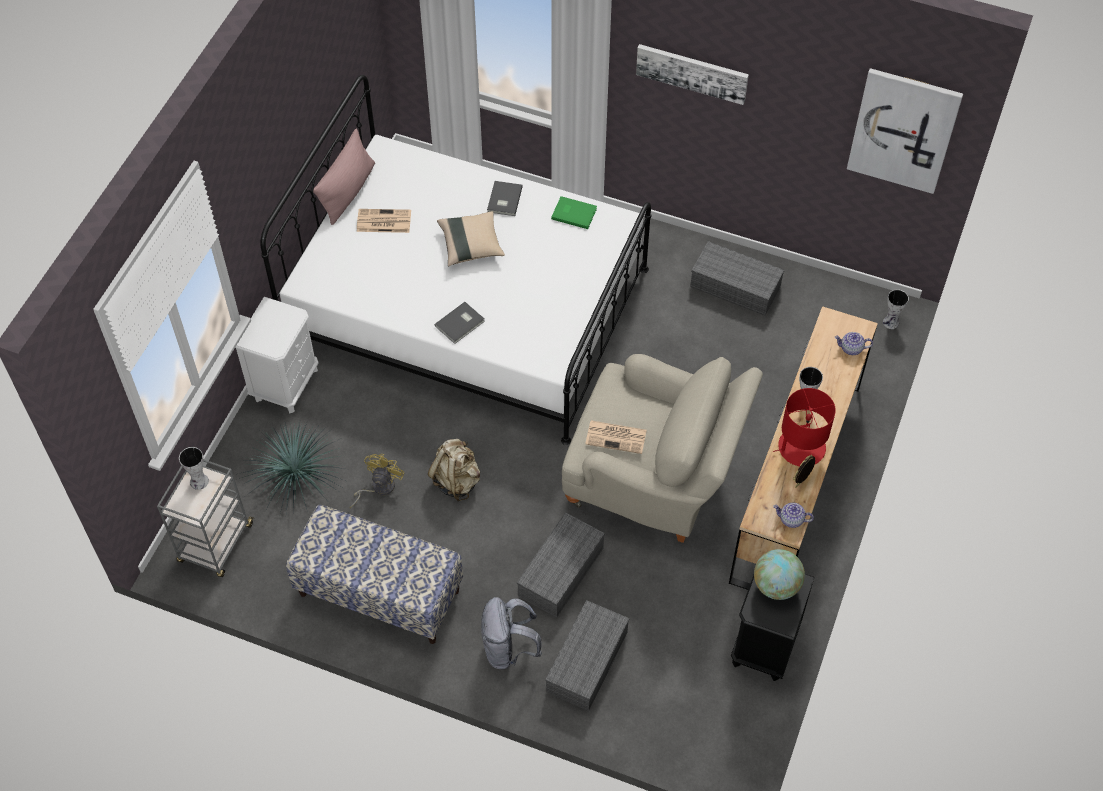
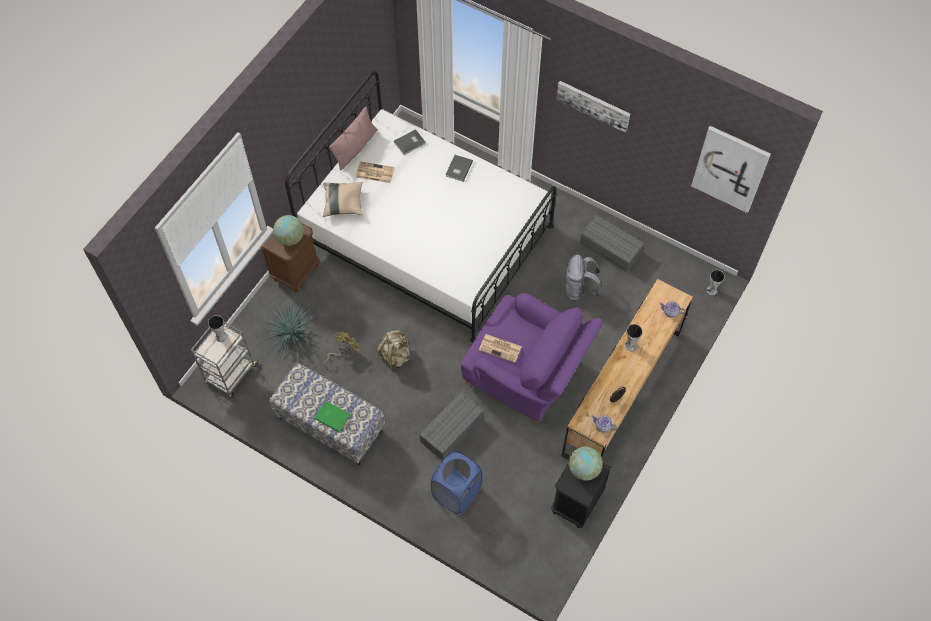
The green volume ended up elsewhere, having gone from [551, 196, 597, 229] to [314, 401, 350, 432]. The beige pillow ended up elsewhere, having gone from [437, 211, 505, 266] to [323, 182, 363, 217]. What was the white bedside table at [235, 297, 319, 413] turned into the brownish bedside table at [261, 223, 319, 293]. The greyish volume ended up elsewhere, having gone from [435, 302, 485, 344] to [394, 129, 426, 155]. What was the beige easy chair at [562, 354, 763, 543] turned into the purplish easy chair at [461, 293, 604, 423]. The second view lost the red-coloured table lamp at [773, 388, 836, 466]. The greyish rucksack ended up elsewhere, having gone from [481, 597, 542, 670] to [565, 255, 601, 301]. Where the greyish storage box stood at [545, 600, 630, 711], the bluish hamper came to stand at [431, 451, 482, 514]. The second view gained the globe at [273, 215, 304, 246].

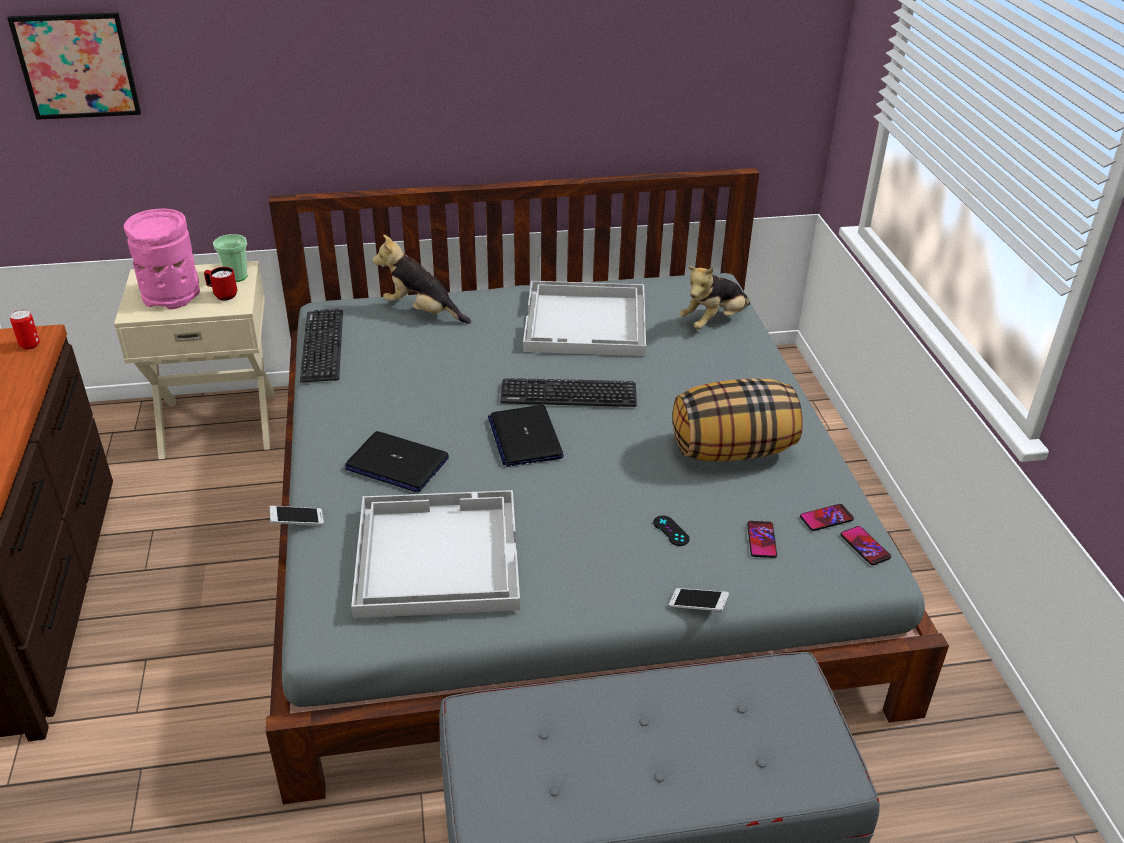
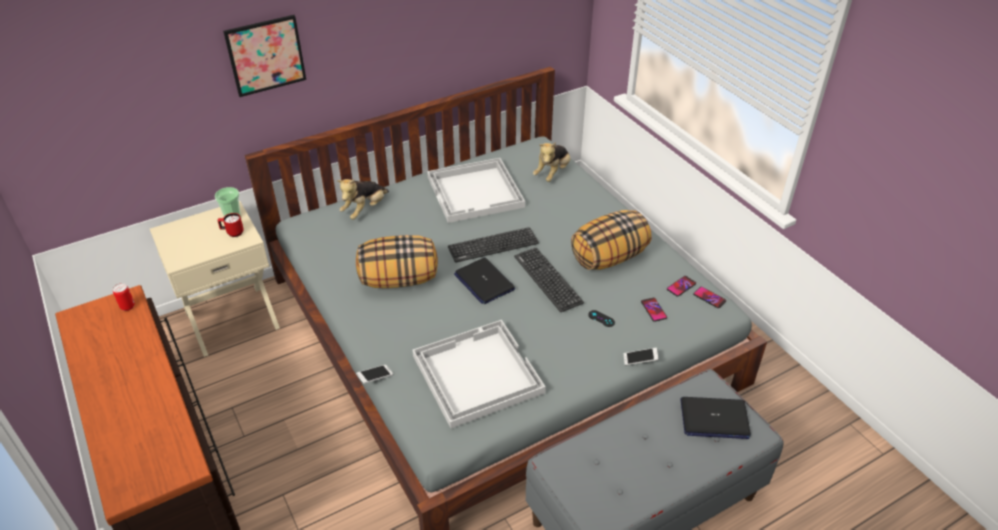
The picture ended up elsewhere, having gone from [7, 13, 141, 120] to [223, 15, 306, 97]. The second view lost the pink-coloured decorative vase at [124, 209, 200, 310]. The soft toy at [372, 234, 471, 324] ended up facing another way, 60 degrees counterclockwise from before. The PC keyboard ended up elsewhere, having gone from [300, 309, 343, 382] to [514, 248, 584, 312]. The laptop ended up elsewhere, having gone from [345, 431, 449, 492] to [681, 397, 751, 439]. The second view gained the pillow at [356, 235, 438, 288].

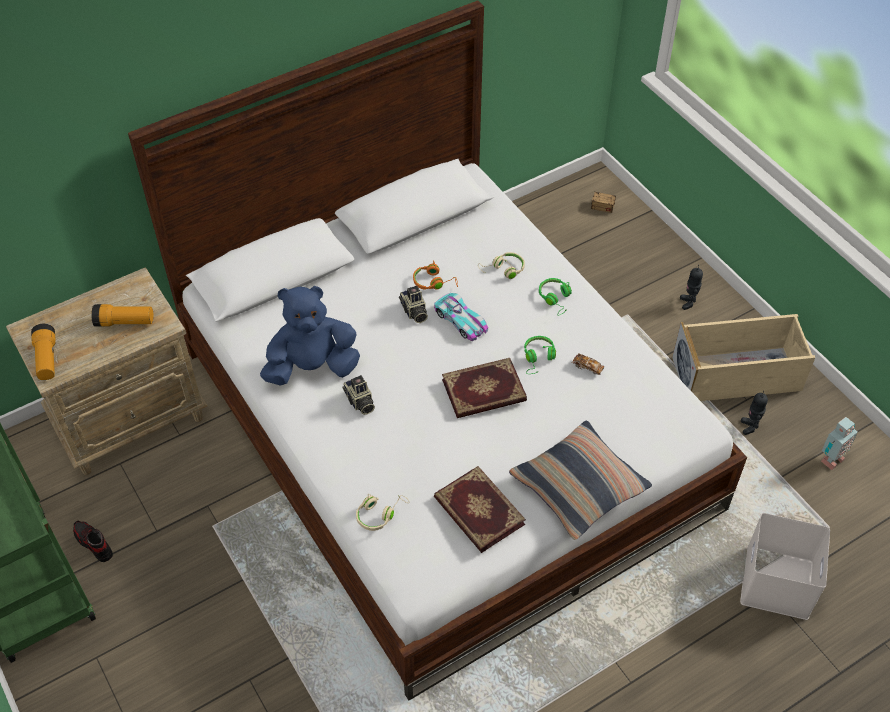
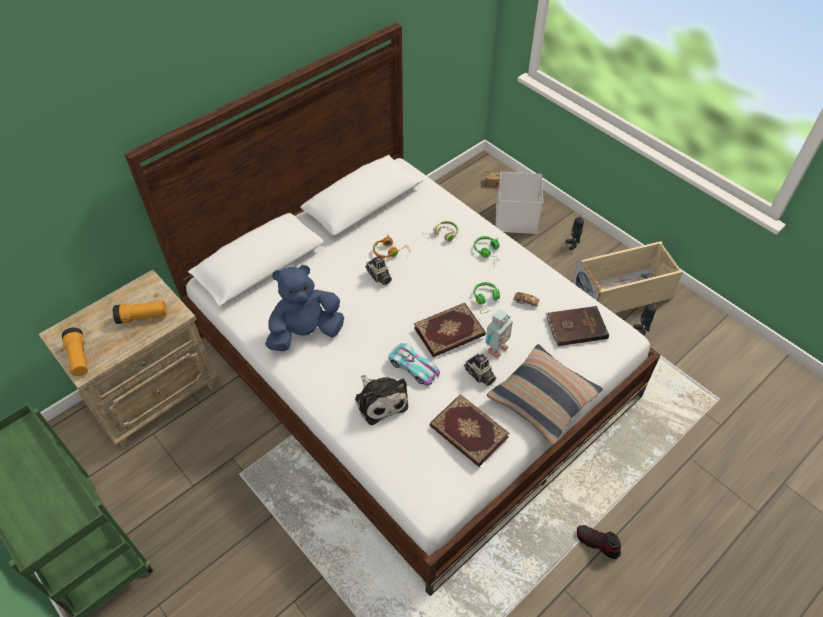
The miniature car ended up elsewhere, having gone from [434, 293, 488, 341] to [388, 343, 440, 386]. The still camera ended up elsewhere, having gone from [342, 375, 375, 415] to [464, 353, 496, 386]. The toy robot ended up elsewhere, having gone from [821, 417, 858, 470] to [485, 309, 513, 359]. The second view lost the beige headphones at [356, 494, 409, 531]. The white storage box ended up elsewhere, having gone from [740, 513, 830, 620] to [496, 172, 543, 234]. The item of footwear ended up elsewhere, having gone from [73, 520, 113, 562] to [577, 525, 621, 559]. The second view gained the brownish volume at [546, 306, 609, 346]. The second view gained the soft toy at [355, 375, 408, 425].

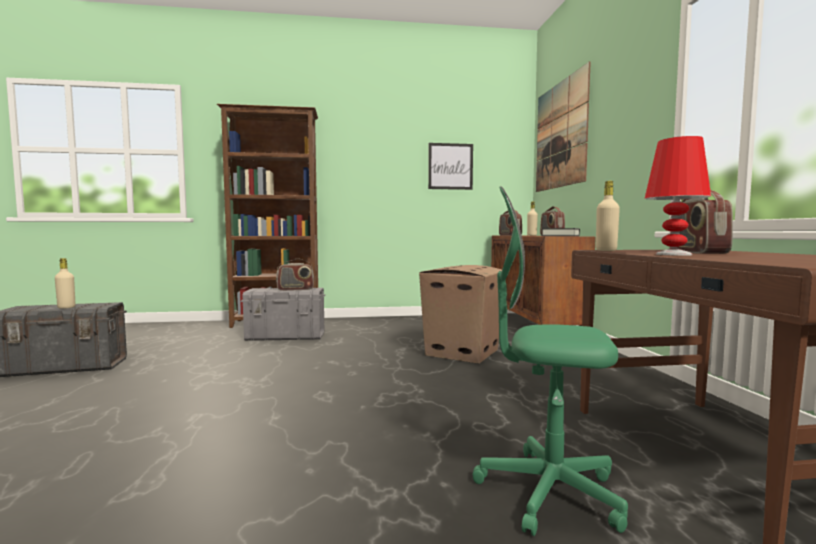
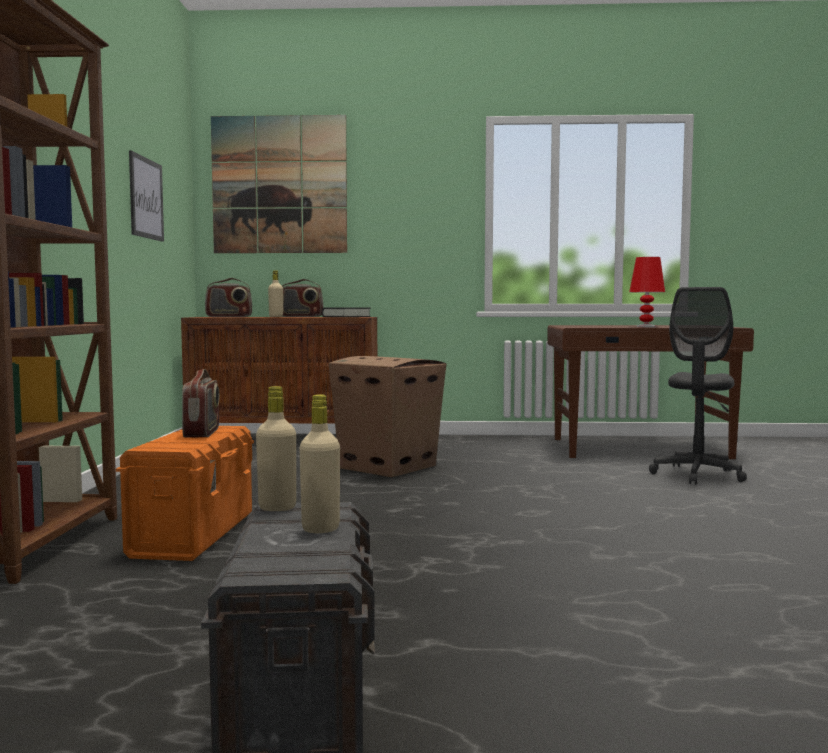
The beige beverage bottle ended up elsewhere, having gone from [596, 181, 620, 251] to [256, 386, 296, 511]. What was the green office chair at [472, 187, 628, 536] turned into the greyish office chair at [649, 287, 747, 485]. The second view lost the radio at [670, 190, 733, 254]. What was the greyish storage box at [241, 288, 325, 341] turned into the orange-coloured storage box at [116, 426, 254, 561].

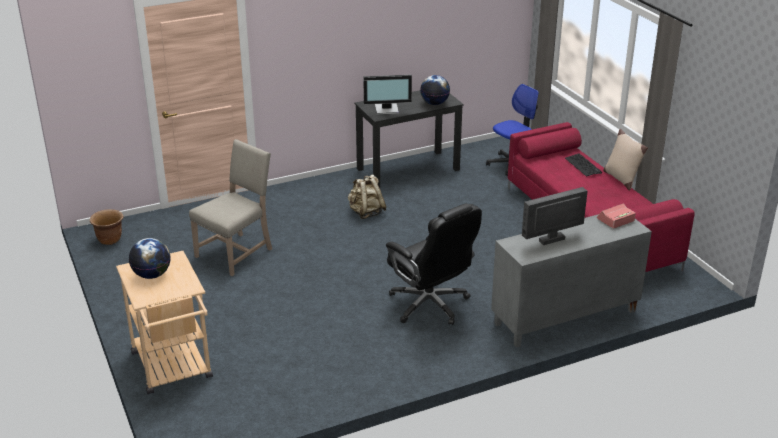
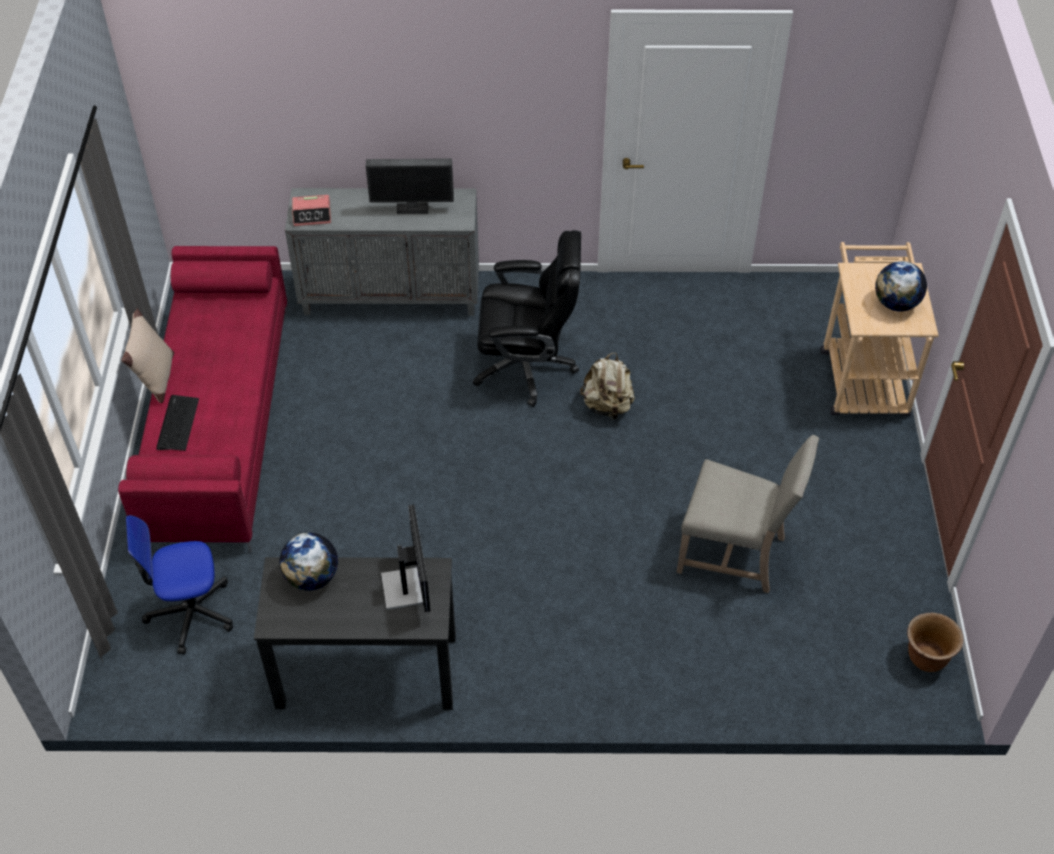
The computer display at [363, 75, 412, 115] ended up facing another way, 60 degrees clockwise from before. The beige upright chair at [189, 139, 272, 276] ended up facing another way, 135 degrees counterclockwise from before. The beige rucksack ended up elsewhere, having gone from [348, 174, 386, 219] to [580, 353, 635, 419]. The black office chair at [386, 204, 482, 325] ended up facing another way, 105 degrees clockwise from before.

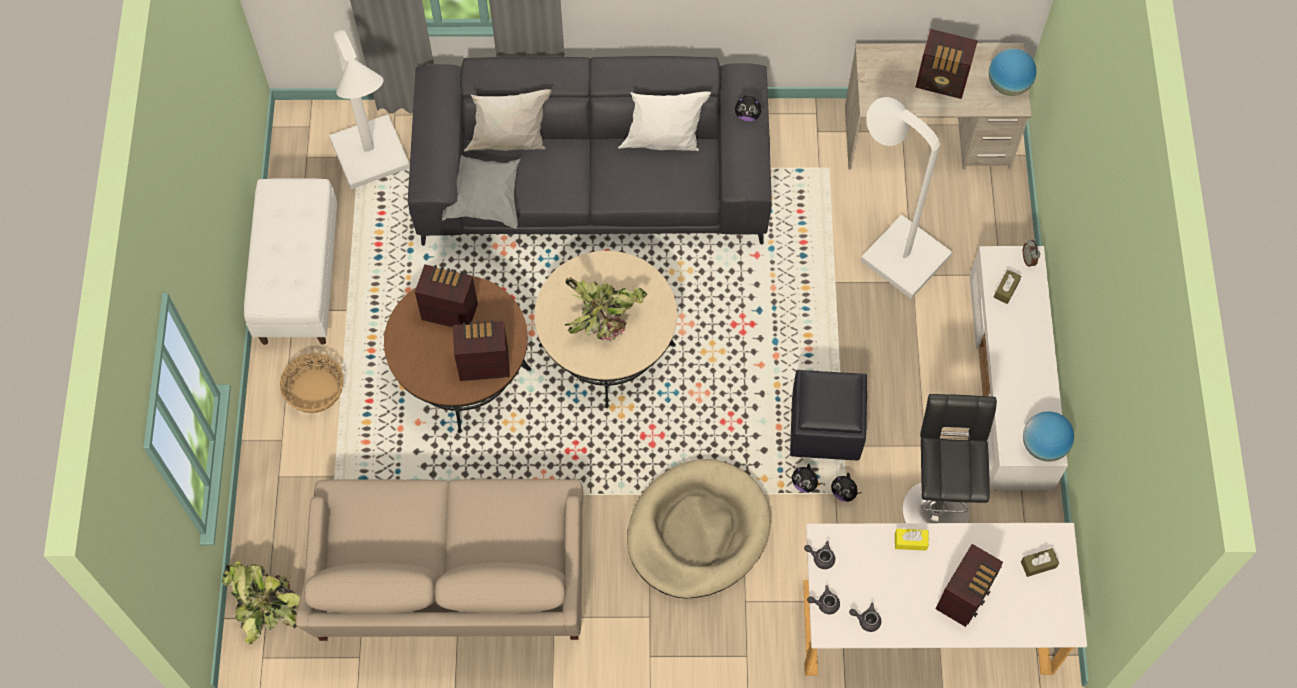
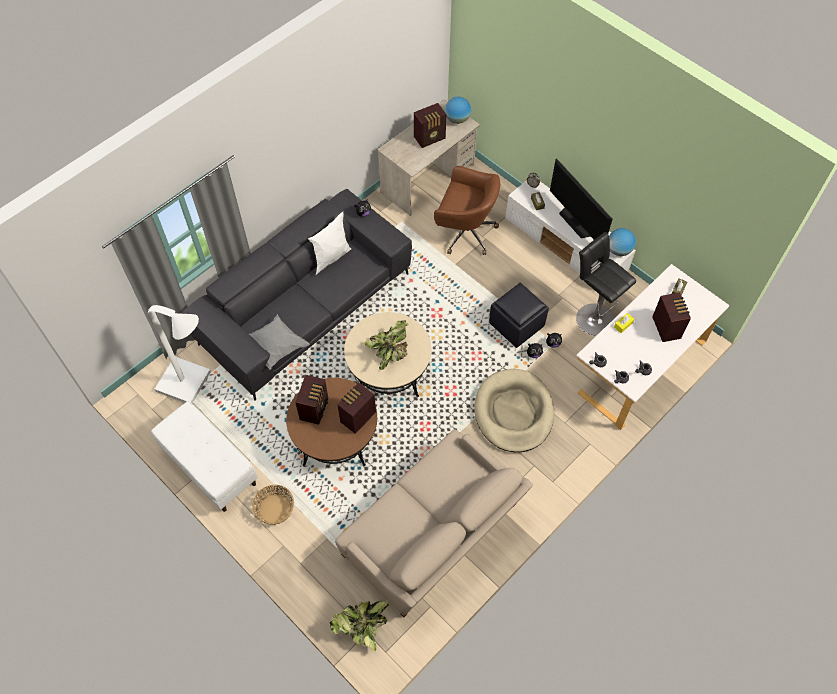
The second view lost the white pillow at [464, 89, 551, 151]. Where the white floor lamp stood at [861, 97, 952, 299], the brownish office chair came to stand at [434, 166, 501, 255]. The radio at [415, 264, 478, 327] ended up facing another way, 135 degrees clockwise from before. The second view gained the TV at [550, 158, 612, 240].

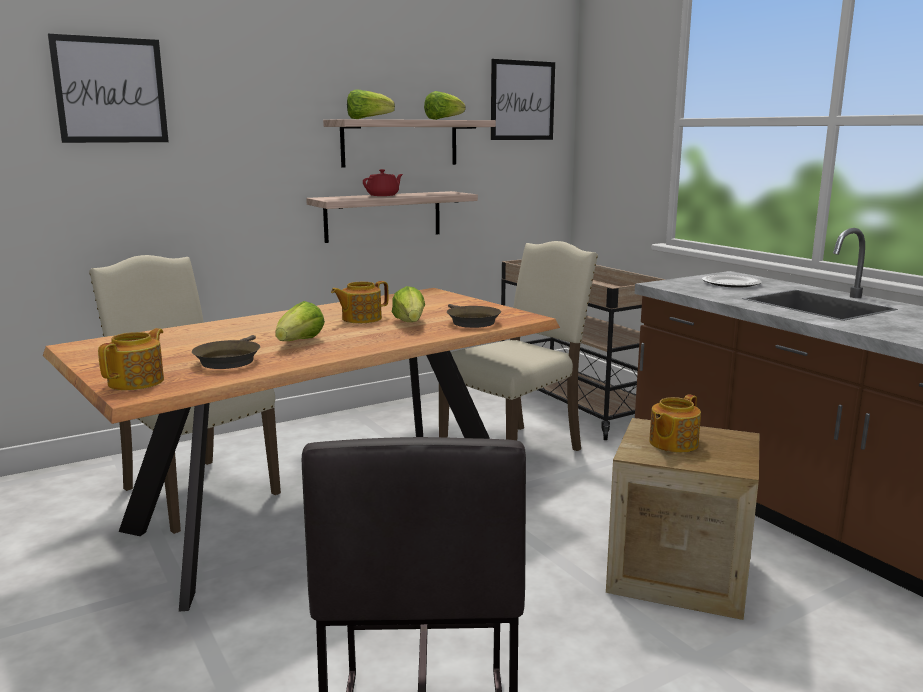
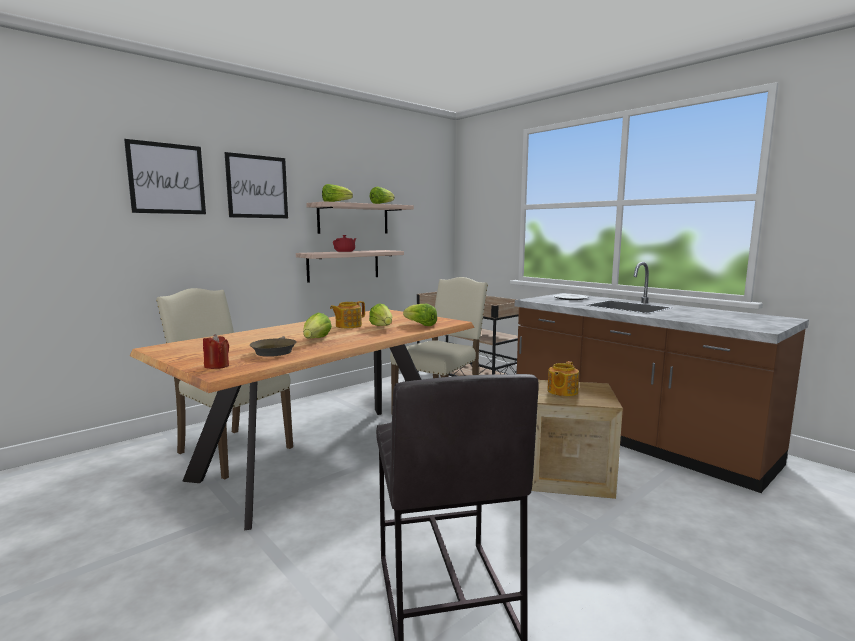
The picture ended up elsewhere, having gone from [491, 59, 555, 140] to [224, 152, 288, 218]. Where the brownish pan stood at [447, 304, 501, 328], the lettuce head came to stand at [403, 304, 437, 326]. Where the teapot stood at [98, 328, 164, 390], the red-coloured candle came to stand at [203, 334, 229, 369].

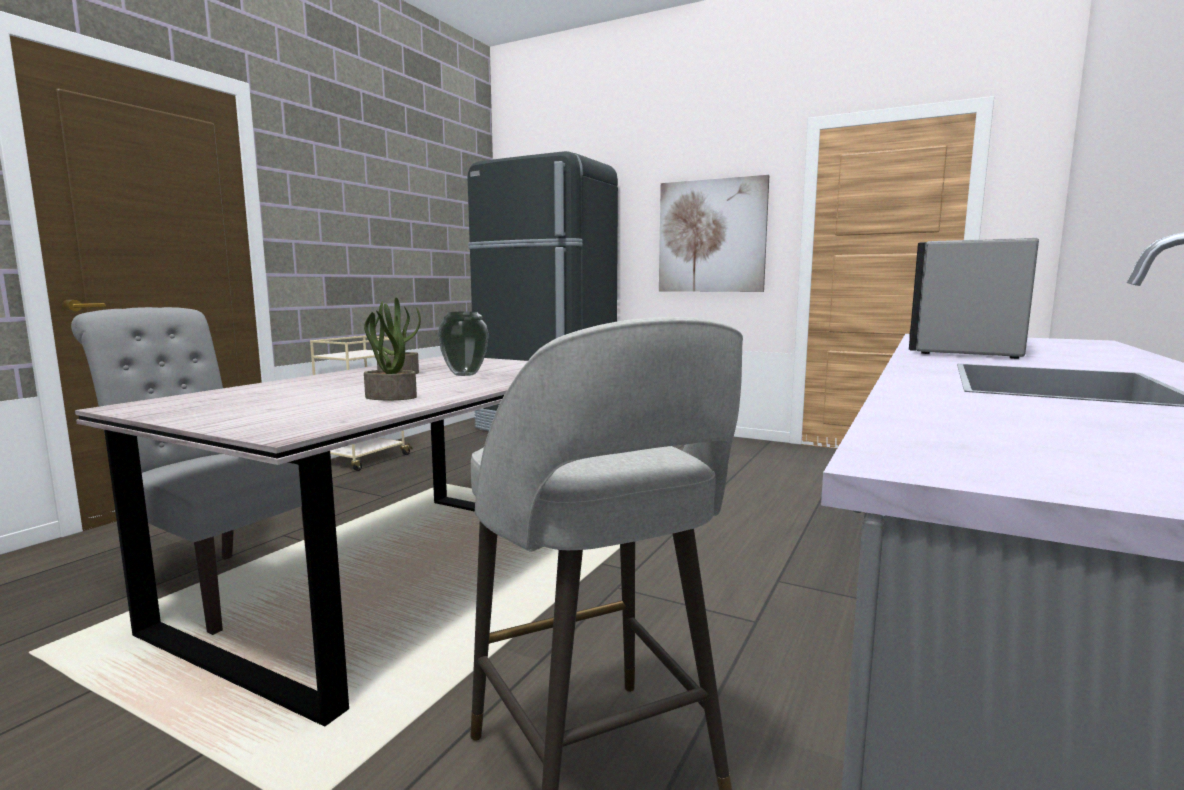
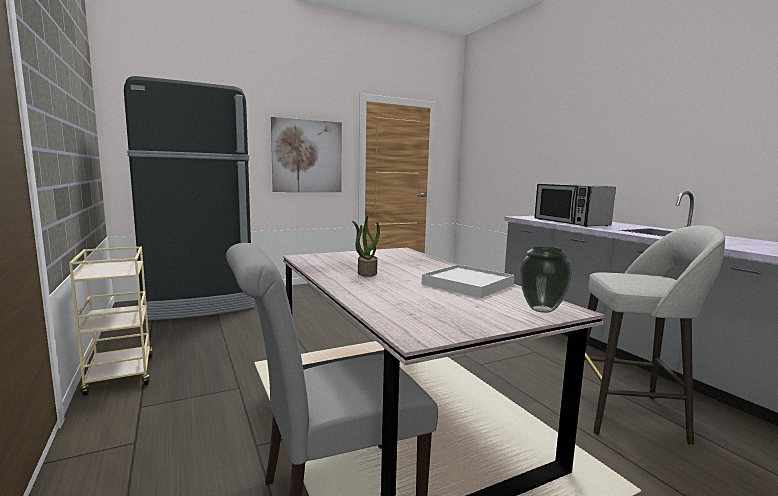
Where the plant in a pot stood at [364, 301, 417, 400], the white serving tray came to stand at [422, 265, 514, 298]. The decorative vase ended up elsewhere, having gone from [438, 312, 489, 376] to [519, 247, 573, 313].

